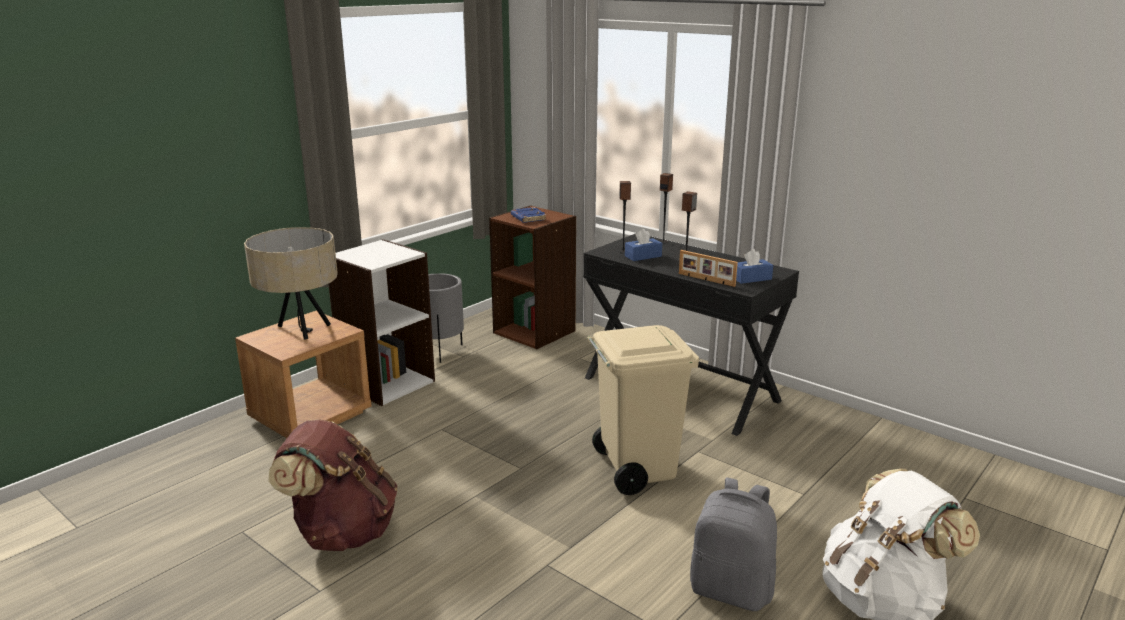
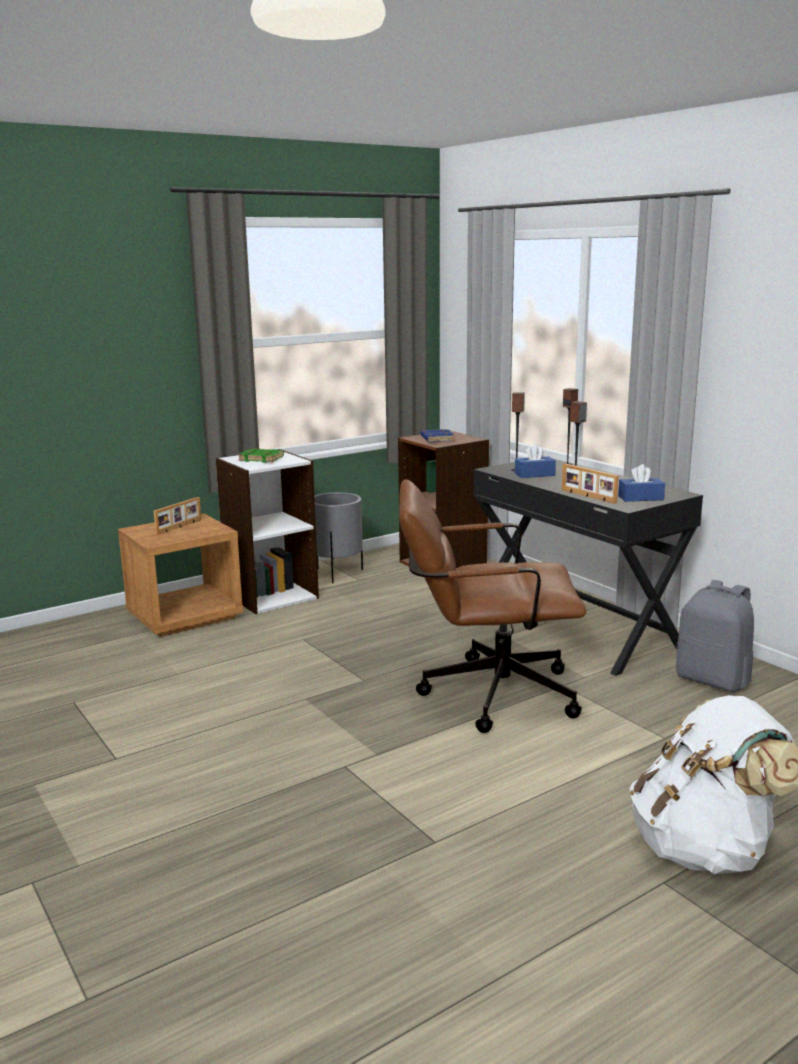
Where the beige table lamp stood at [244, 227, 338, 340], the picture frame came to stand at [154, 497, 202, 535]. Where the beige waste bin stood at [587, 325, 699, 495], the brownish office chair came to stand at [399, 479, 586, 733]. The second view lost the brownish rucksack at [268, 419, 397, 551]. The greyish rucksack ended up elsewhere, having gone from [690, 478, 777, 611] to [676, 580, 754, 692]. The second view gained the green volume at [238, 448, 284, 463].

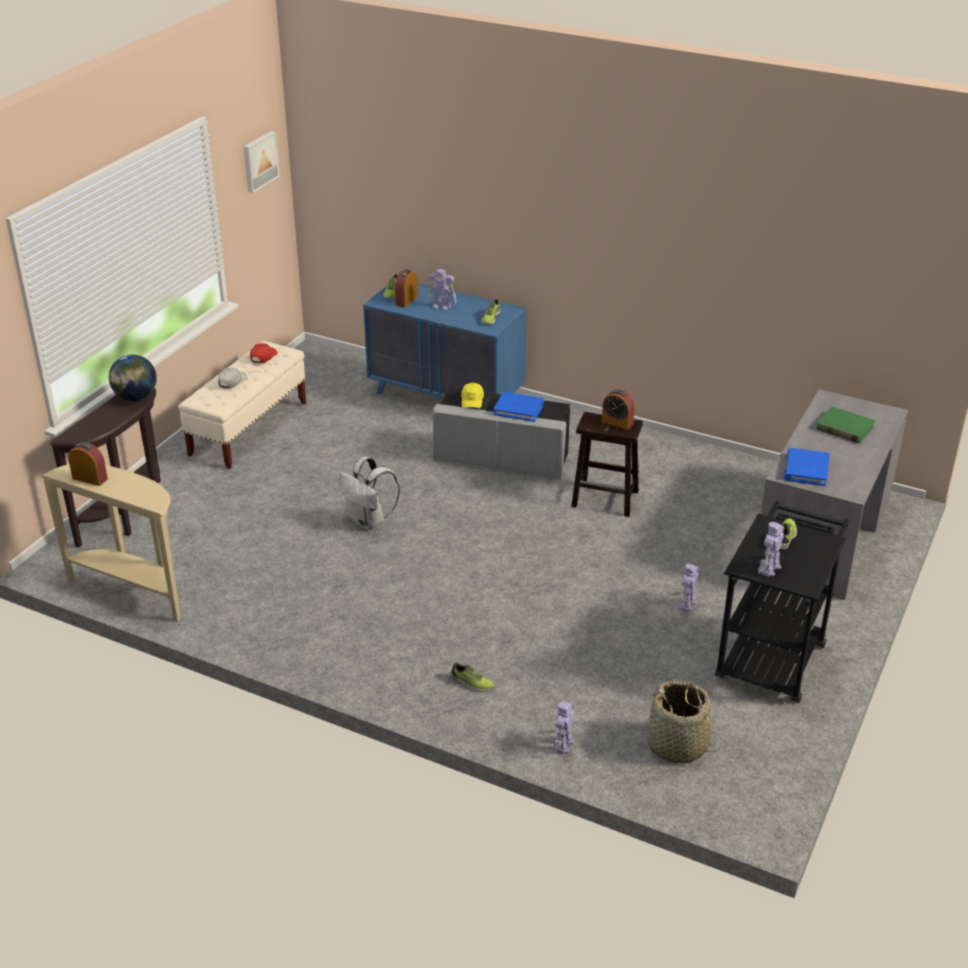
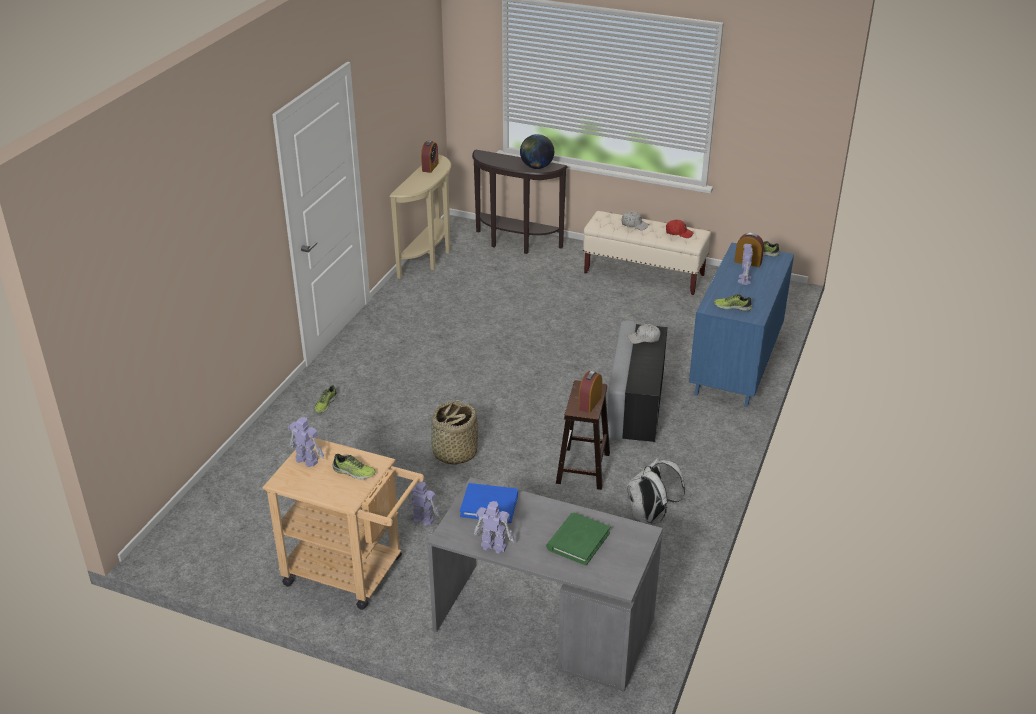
The second view lost the picture at [243, 131, 280, 193]. What was the yellow-coloured baseball cap at [461, 383, 484, 408] turned into the white baseball cap at [628, 324, 660, 344]. The second view lost the bluish volume at [493, 392, 544, 422]. The white rucksack ended up elsewhere, having gone from [339, 457, 400, 530] to [627, 458, 685, 524]. What was the black trolley at [715, 500, 849, 703] turned into the beige trolley at [262, 438, 424, 610]. The basket ended up elsewhere, having gone from [645, 681, 720, 764] to [431, 400, 478, 465]. The toy robot ended up elsewhere, having gone from [552, 702, 575, 755] to [474, 501, 514, 554].

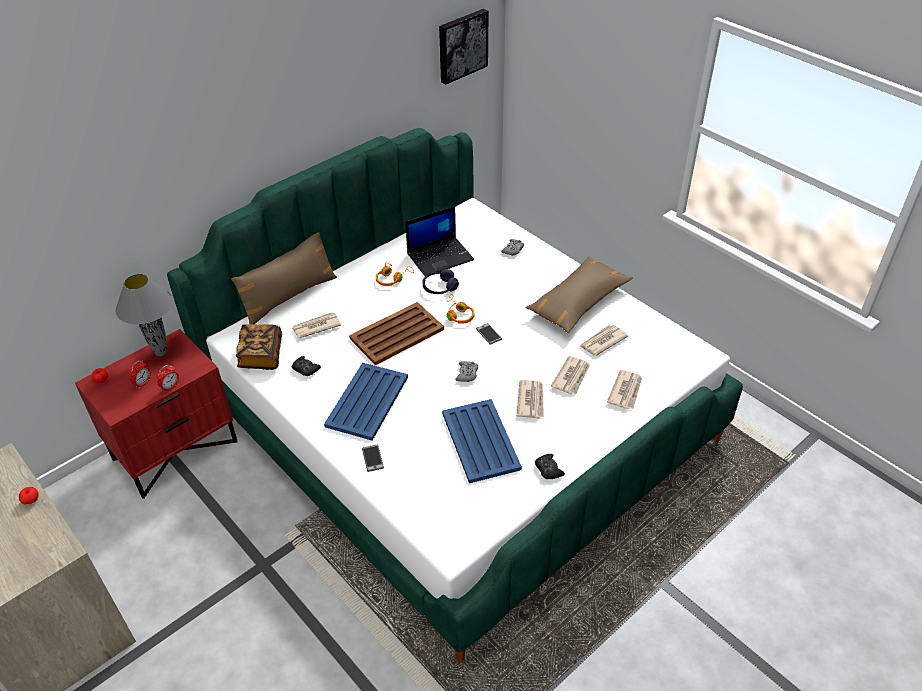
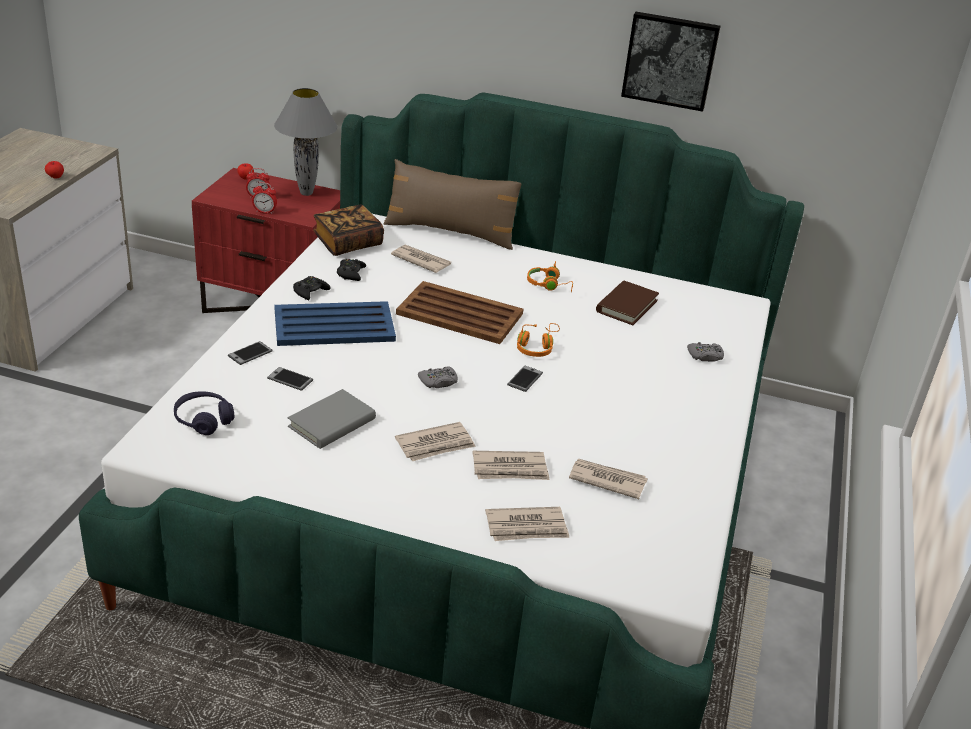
The picture ended up elsewhere, having gone from [439, 9, 488, 85] to [621, 12, 721, 112]. Where the laptop stood at [405, 206, 474, 276], the brownish volume came to stand at [596, 281, 659, 325]. The second view lost the brownish pillow at [526, 256, 633, 333]. The purplish headphones ended up elsewhere, having gone from [423, 269, 459, 294] to [174, 391, 234, 435]. Where the bluish serving tray stood at [442, 399, 522, 483], the greyish volume came to stand at [288, 389, 376, 449]. The black game controller ended up elsewhere, having gone from [535, 454, 565, 479] to [293, 276, 331, 300]. The second view gained the phone at [267, 367, 313, 391].

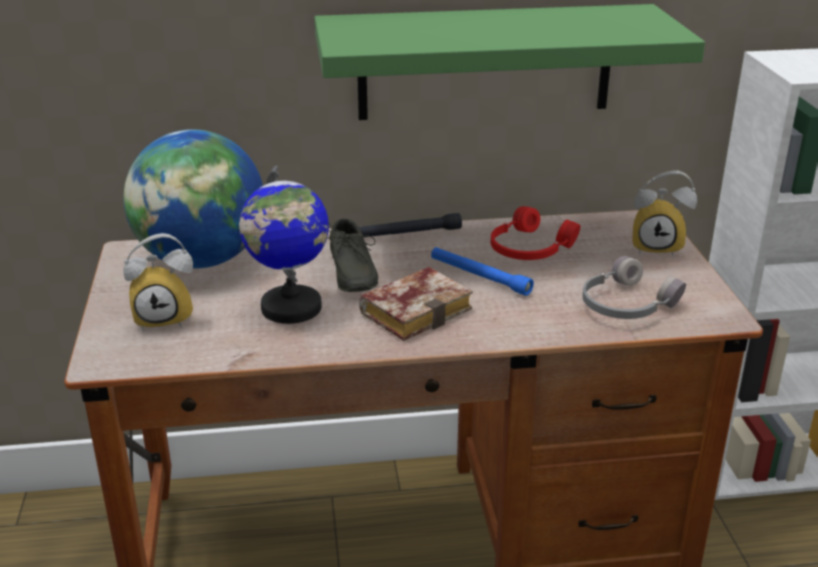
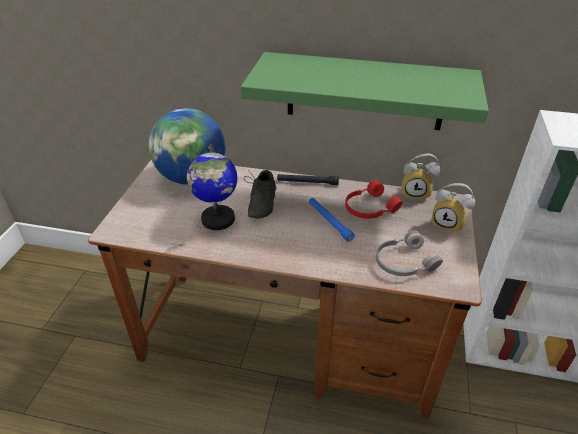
The bedside clock ended up elsewhere, having gone from [123, 233, 193, 331] to [401, 154, 440, 201]. The second view lost the volume at [359, 267, 473, 341].

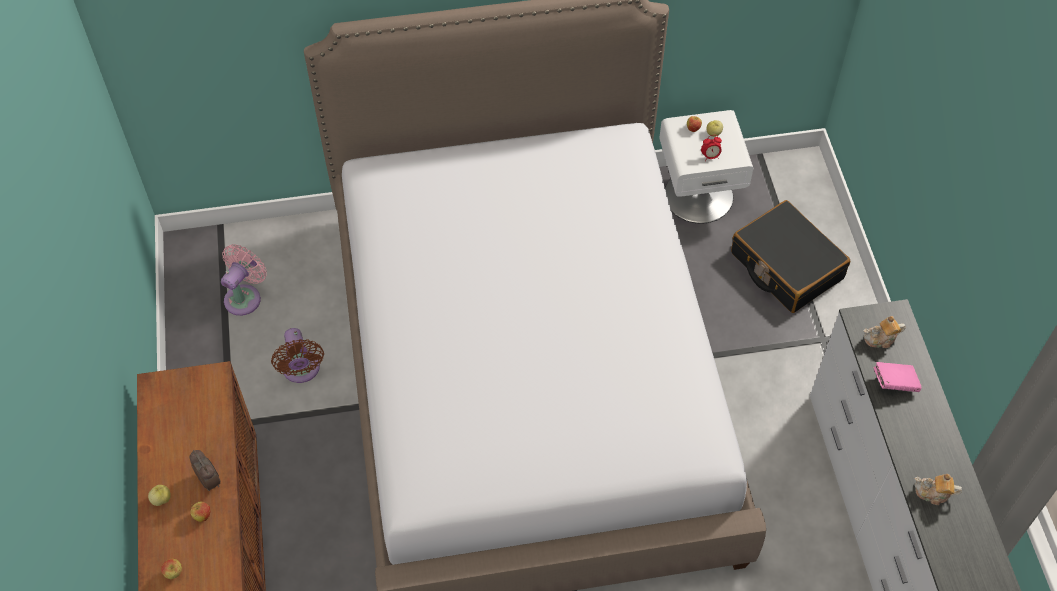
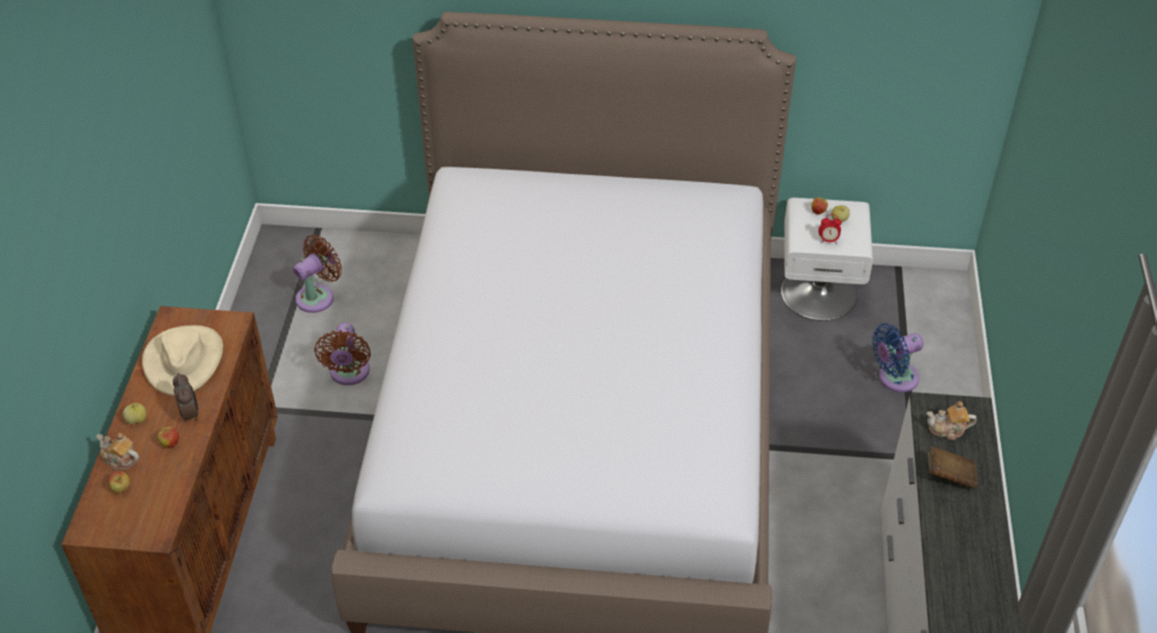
Where the black suitcase stood at [731, 200, 850, 313], the bluish fan came to stand at [872, 323, 923, 392]. What was the pink-coloured fan at [221, 244, 267, 316] turned into the brownish fan at [293, 235, 342, 313]. What was the pink-coloured volume at [874, 362, 922, 392] turned into the brownish volume at [928, 446, 978, 489]. The teapot ended up elsewhere, having gone from [915, 474, 962, 505] to [96, 433, 139, 471]. The second view gained the beige clothing hat at [142, 325, 223, 396].

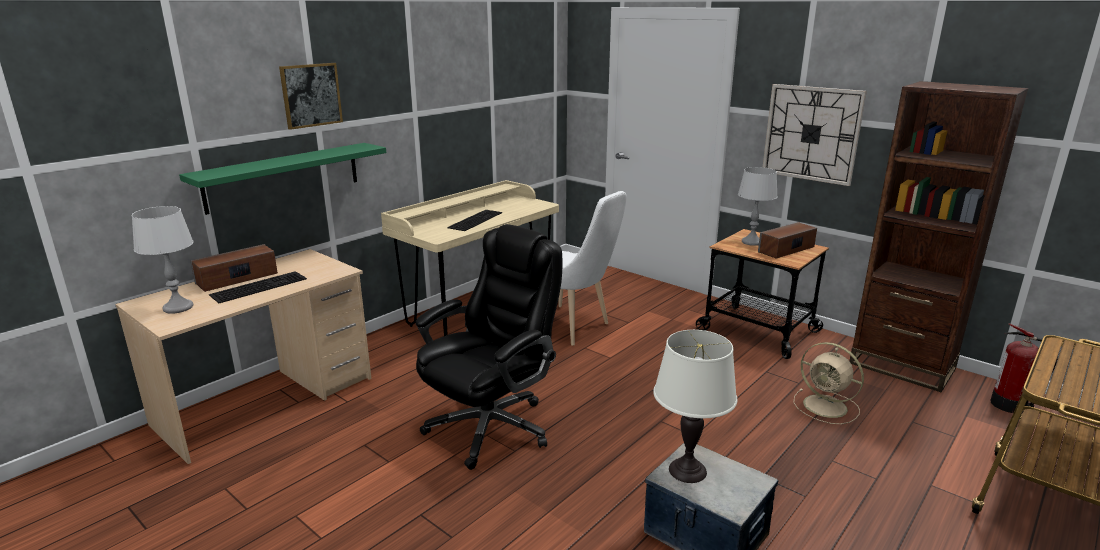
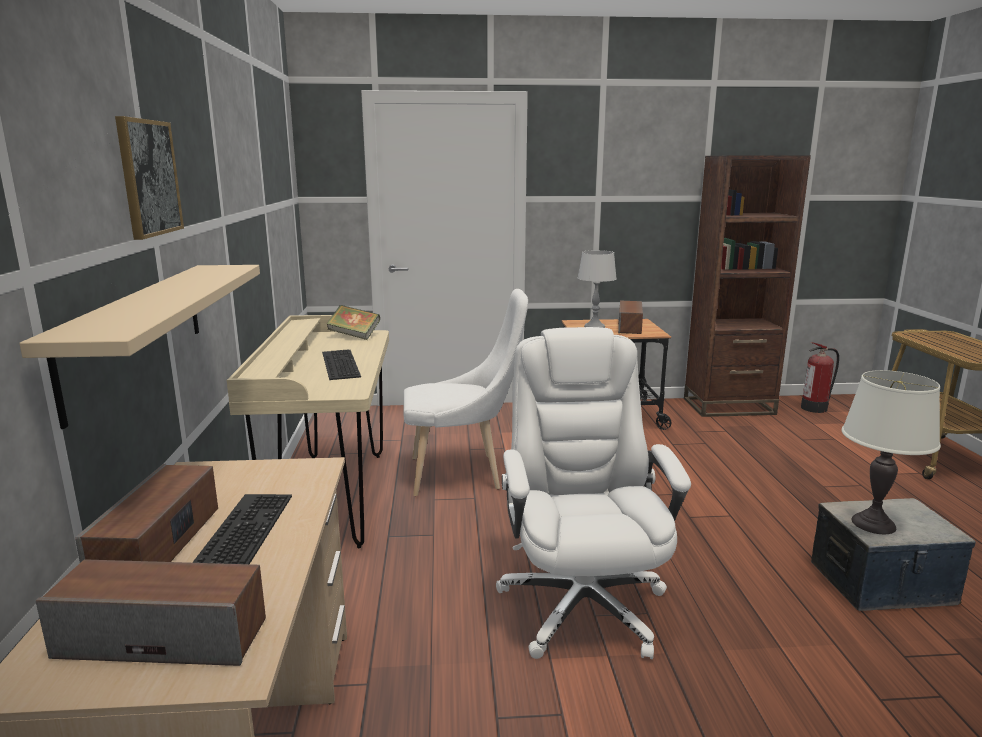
The second view lost the wall clock at [763, 84, 867, 186]. What was the green shelf at [179, 143, 386, 215] turned into the beige shelf at [19, 265, 260, 429]. Where the greyish table lamp stood at [132, 206, 194, 314], the audio speaker came to stand at [36, 559, 266, 666]. What was the black office chair at [415, 224, 562, 470] turned into the white office chair at [496, 327, 691, 659]. The second view lost the beige fan at [793, 342, 864, 424]. The second view gained the volume at [327, 305, 380, 340].

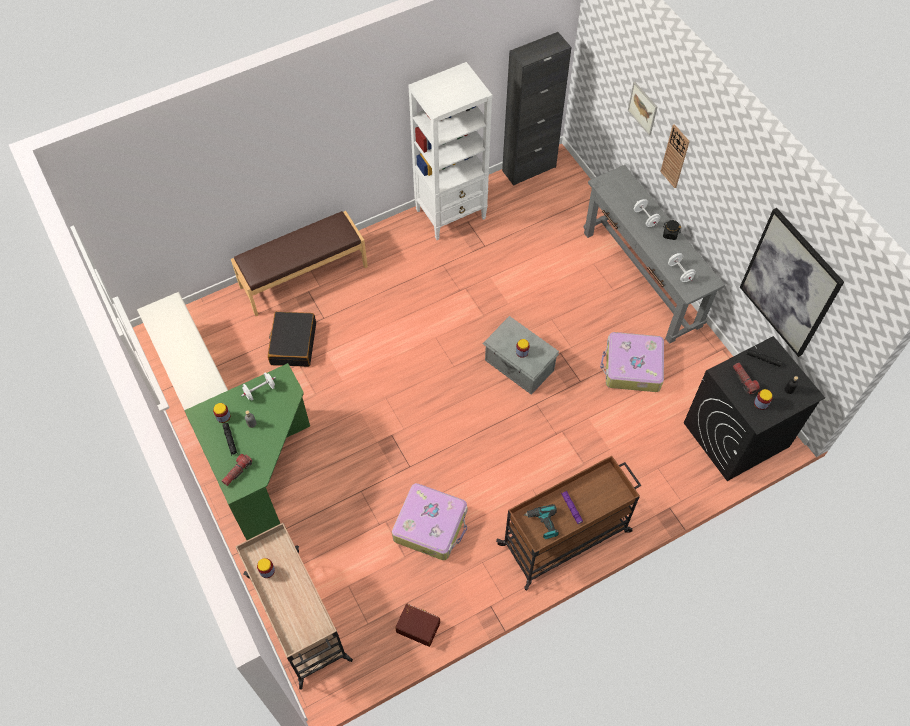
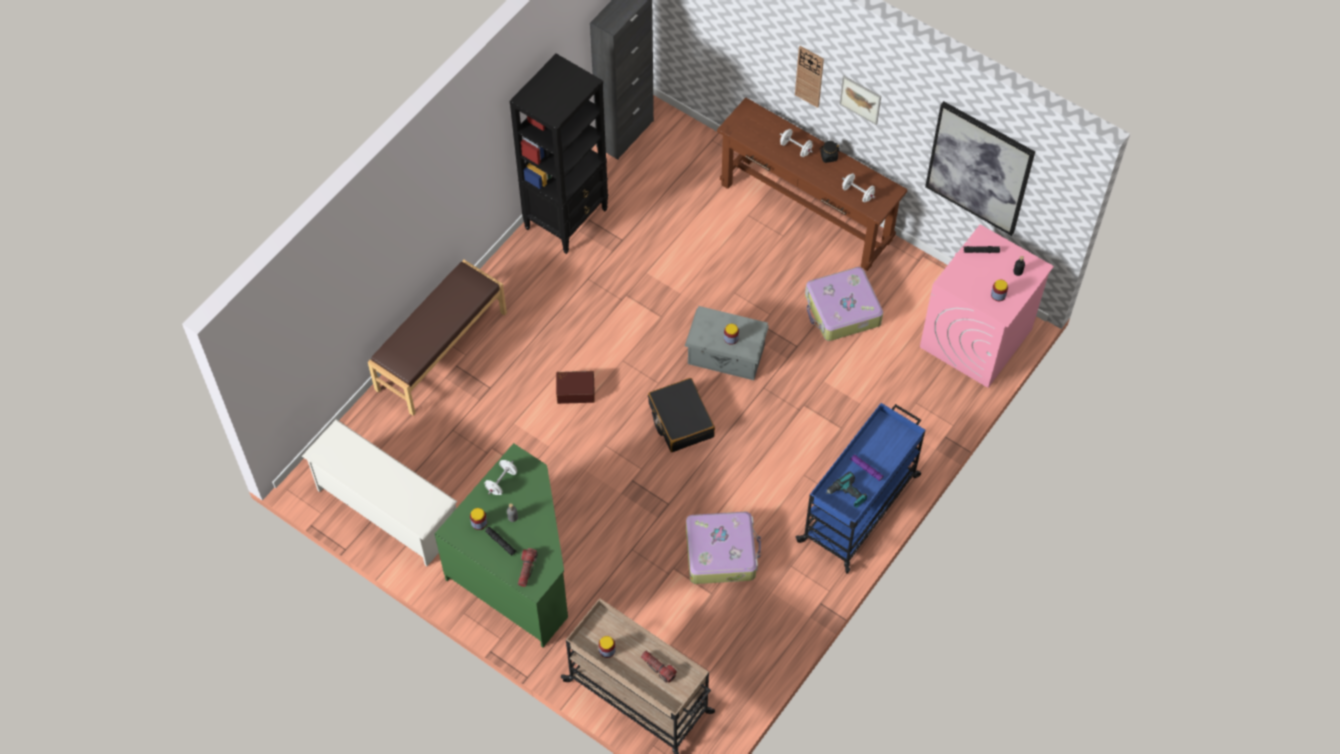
What was the white shelving unit at [408, 62, 492, 240] turned into the black shelving unit at [510, 54, 608, 254]. The picture ended up elsewhere, having gone from [628, 82, 657, 136] to [839, 76, 881, 125]. What was the greyish narrow table at [583, 165, 725, 344] turned into the brownish narrow table at [717, 98, 908, 271]. The black suitcase ended up elsewhere, having gone from [268, 312, 316, 367] to [648, 378, 715, 452]. What was the black washing machine at [684, 336, 825, 481] turned into the pink-coloured washing machine at [920, 225, 1054, 388]. The flashlight ended up elsewhere, having gone from [733, 363, 760, 394] to [641, 651, 677, 683]. What was the brownish trolley at [496, 456, 641, 590] turned into the bluish trolley at [795, 403, 925, 574]. The brownish storage box ended up elsewhere, having gone from [395, 604, 440, 647] to [556, 371, 595, 404].

